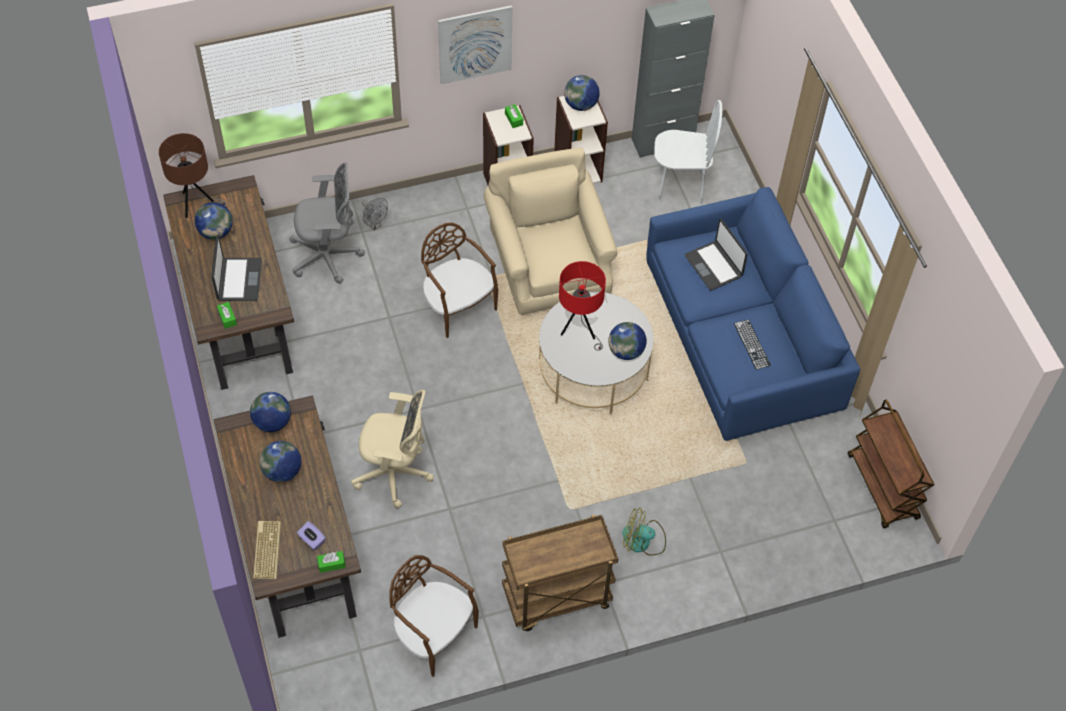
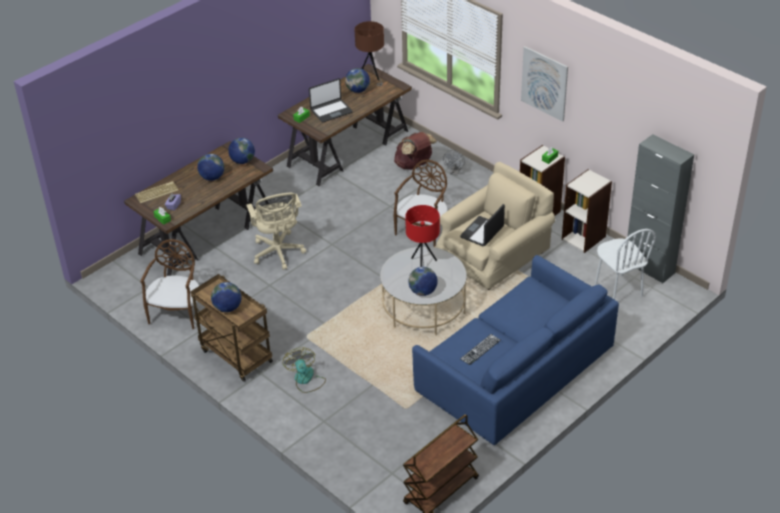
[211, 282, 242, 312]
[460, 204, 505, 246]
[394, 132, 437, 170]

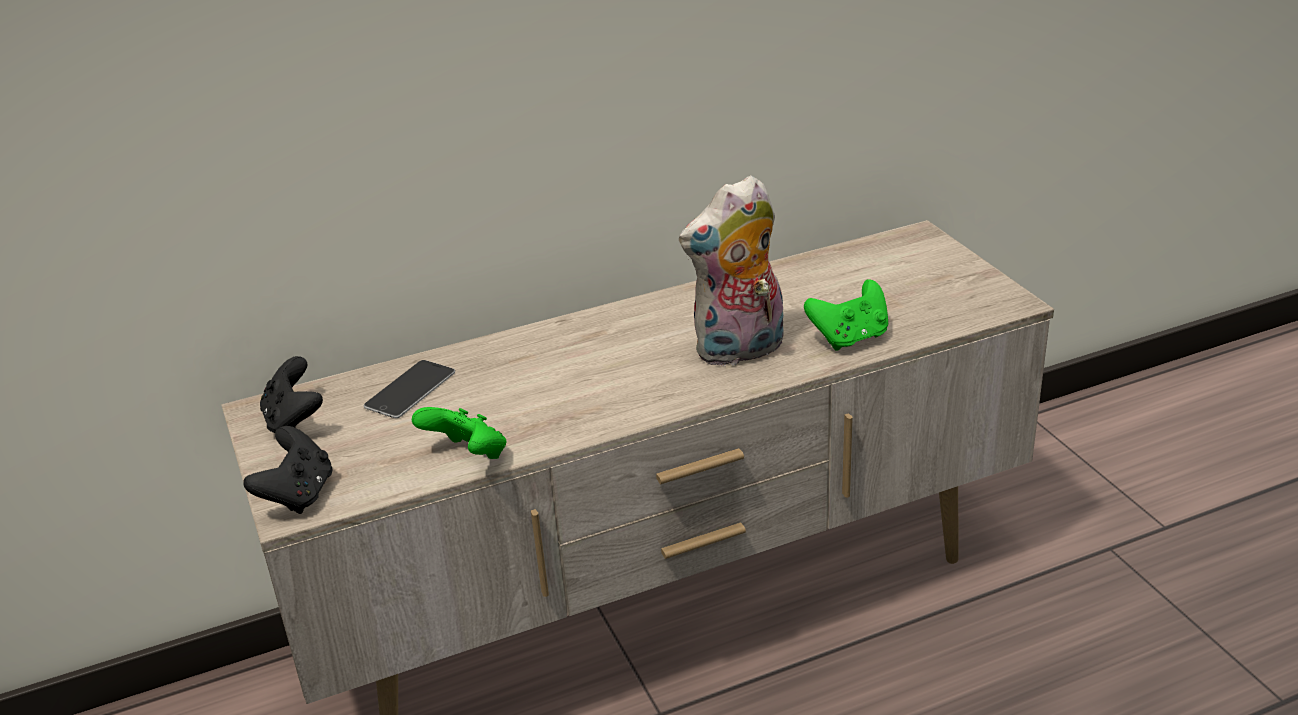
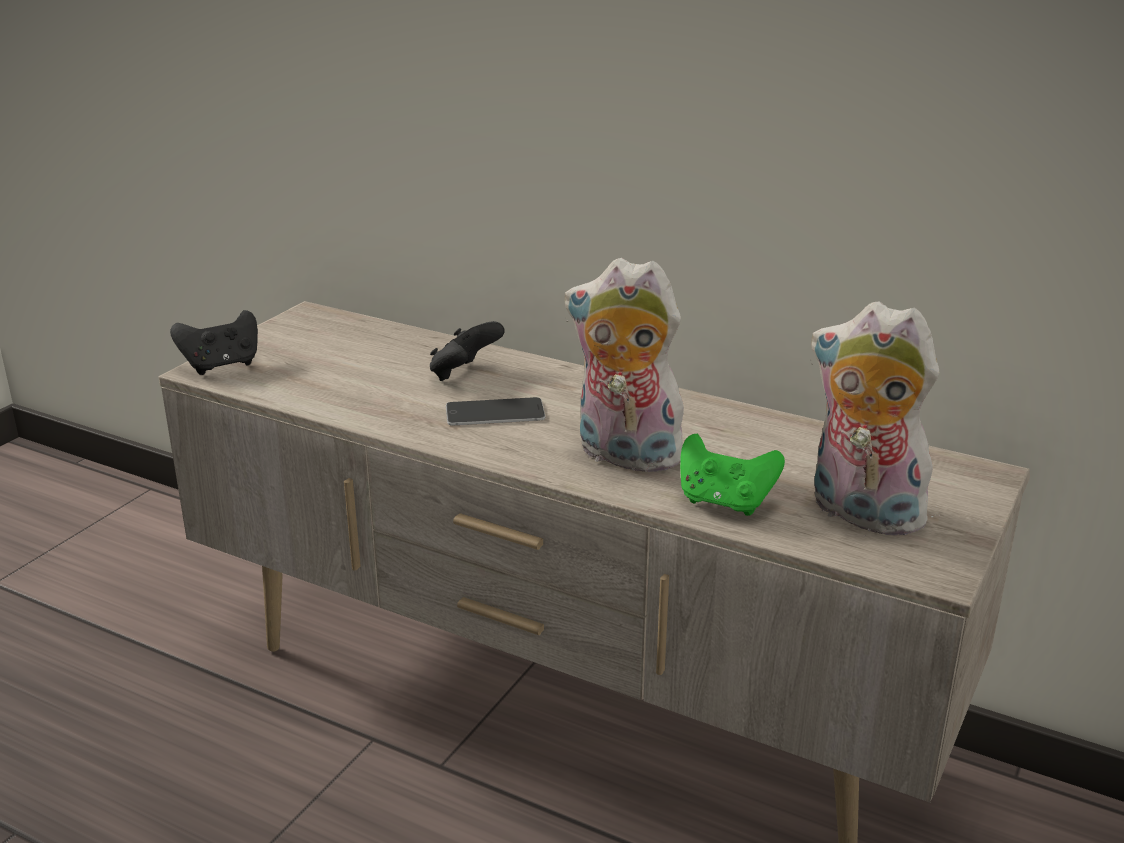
[412, 407, 506, 459] (first image)
[810, 302, 940, 536]
[430, 321, 505, 381]
[446, 397, 546, 425]

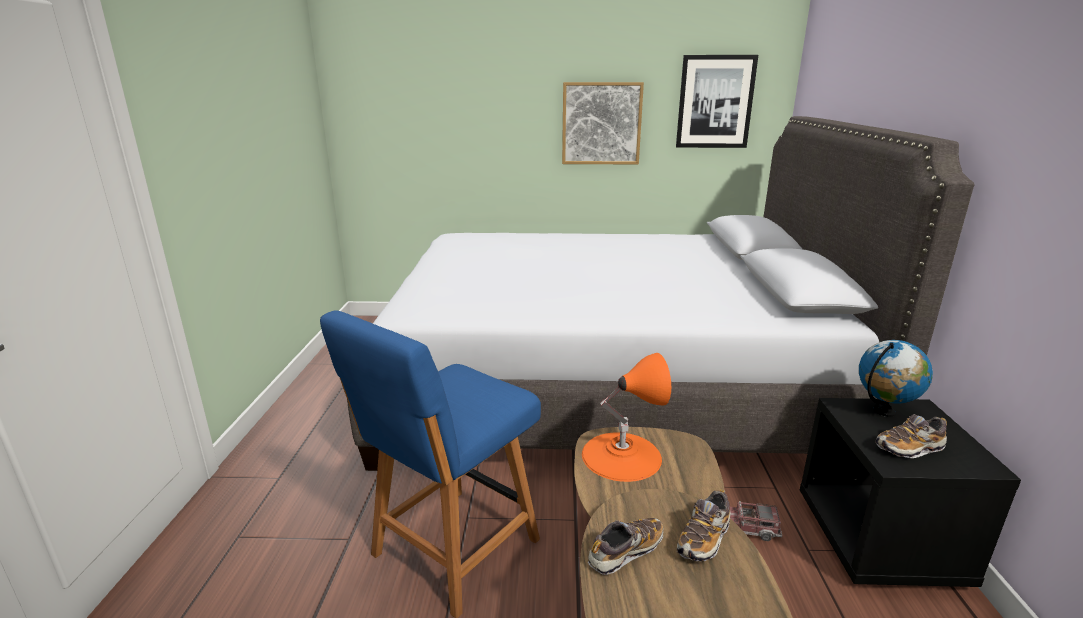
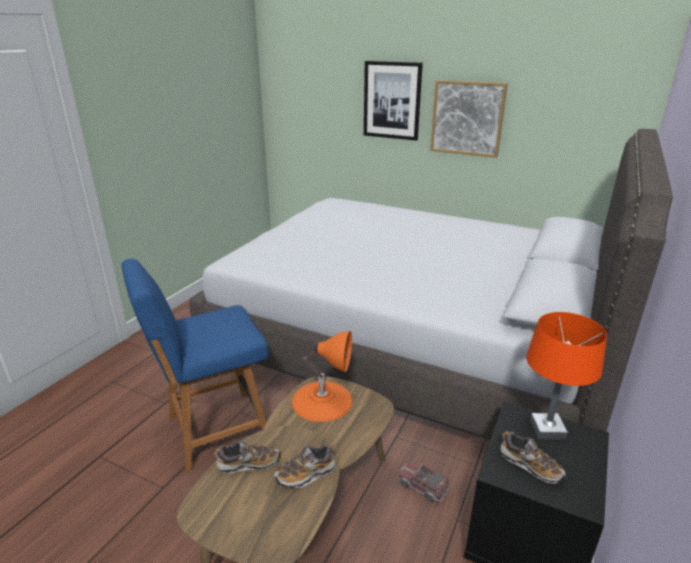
[364, 61, 423, 141]
[526, 312, 607, 440]
[500, 431, 566, 484]

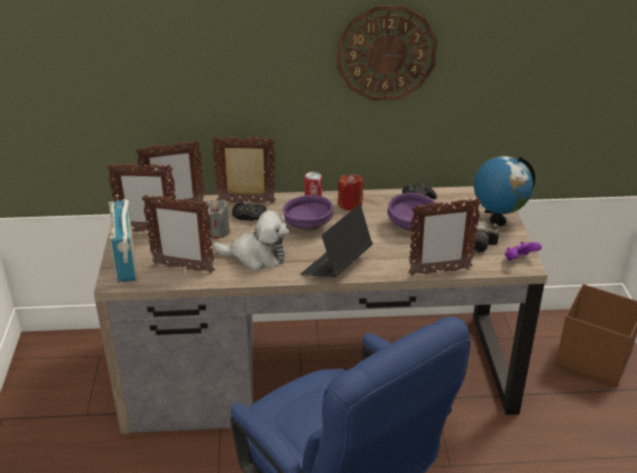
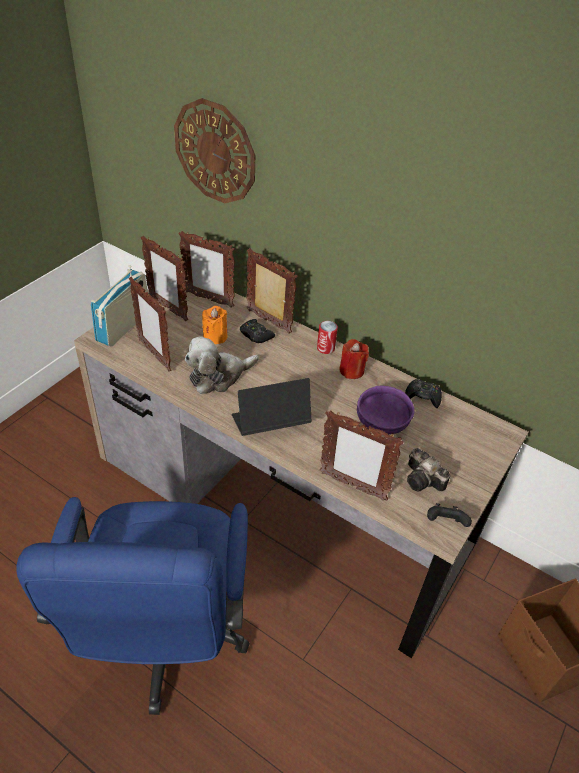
[283, 195, 334, 231] (first image)
[474, 156, 535, 226] (first image)
[174, 98, 255, 203]
[202, 306, 227, 344]
[427, 503, 472, 527]
[185, 336, 259, 394]

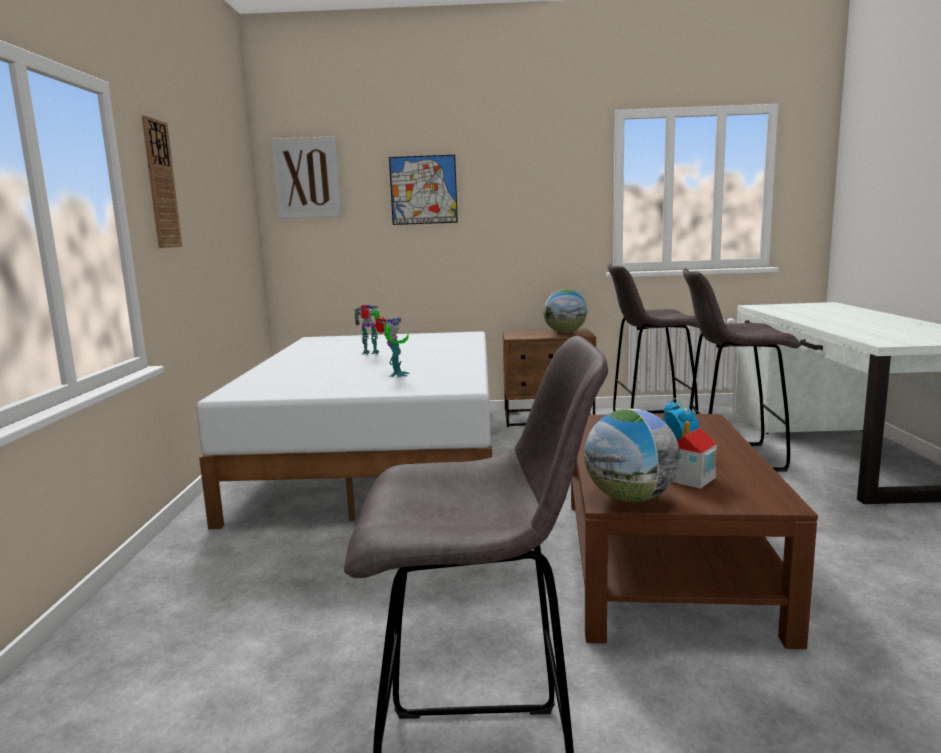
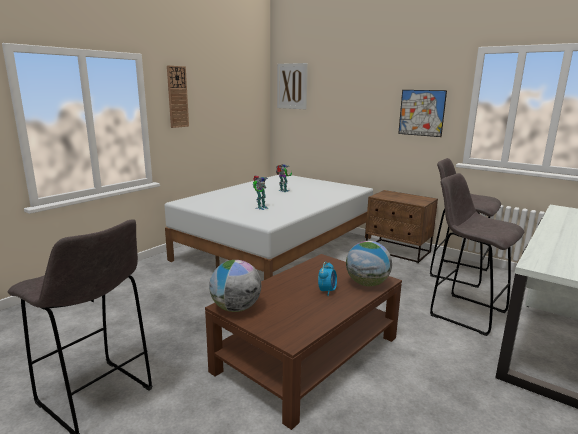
[673, 421, 717, 489] (first image)
[398, 90, 447, 137]
[346, 241, 392, 286]

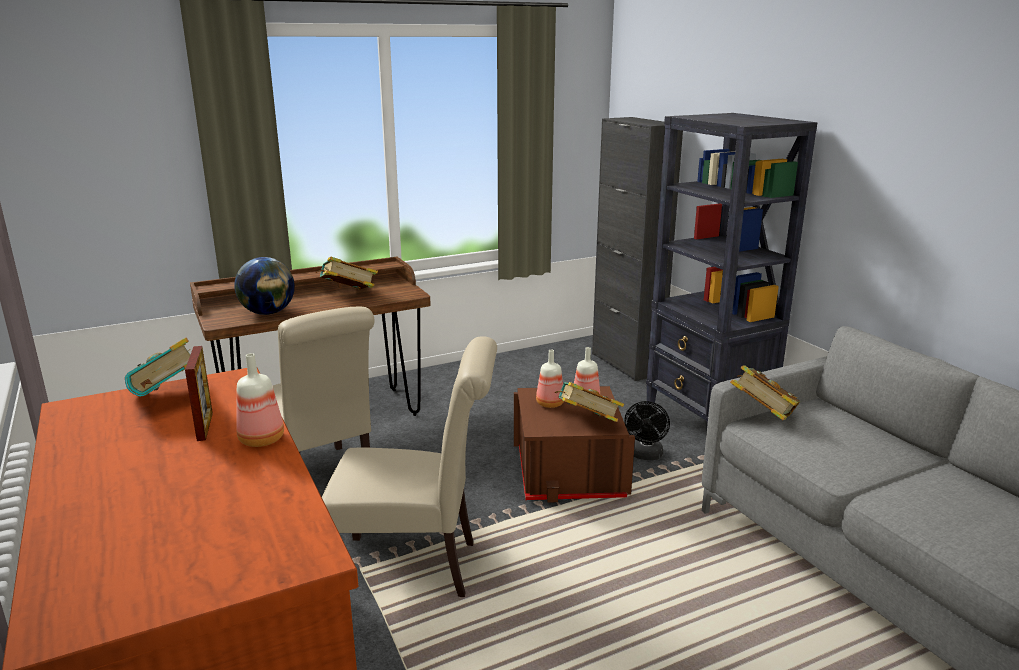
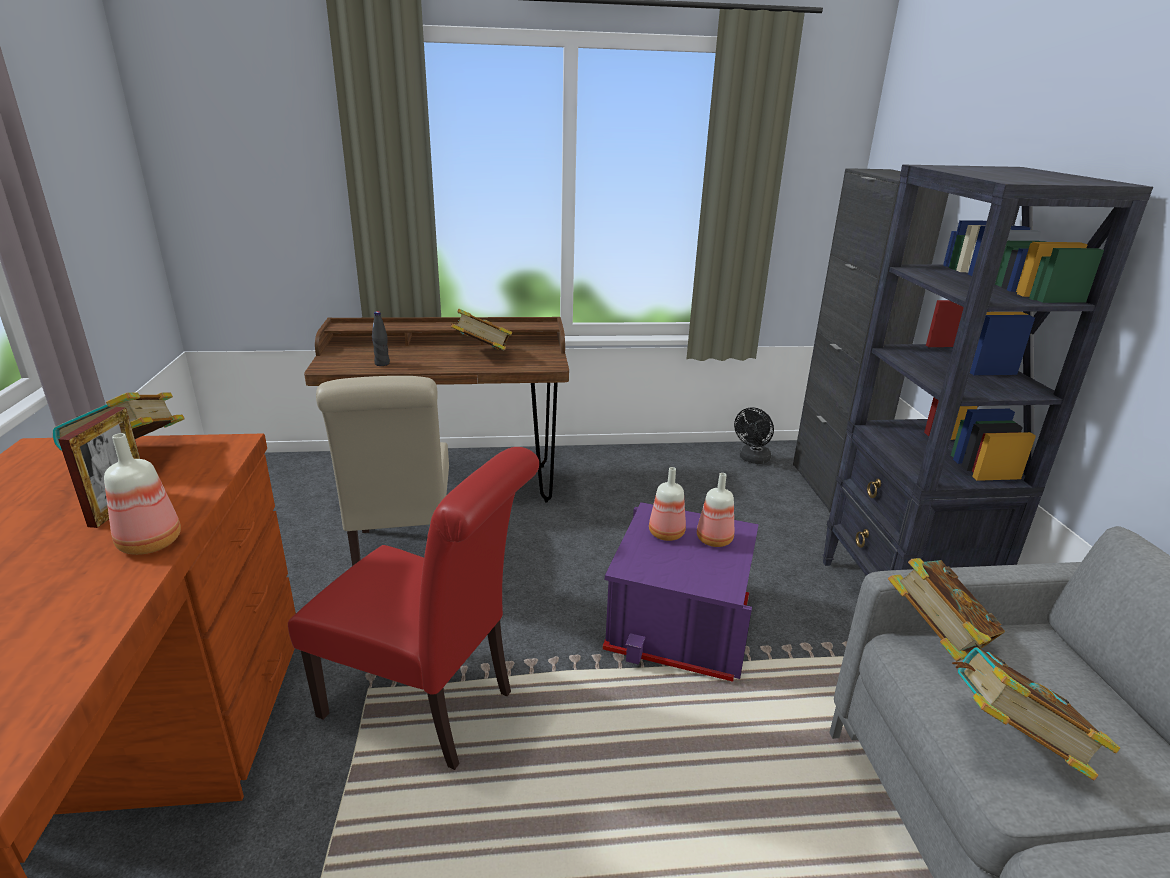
[952, 647, 1120, 780]
[734, 407, 774, 464]
[372, 311, 390, 366]
[288, 447, 539, 770]
[602, 502, 759, 682]

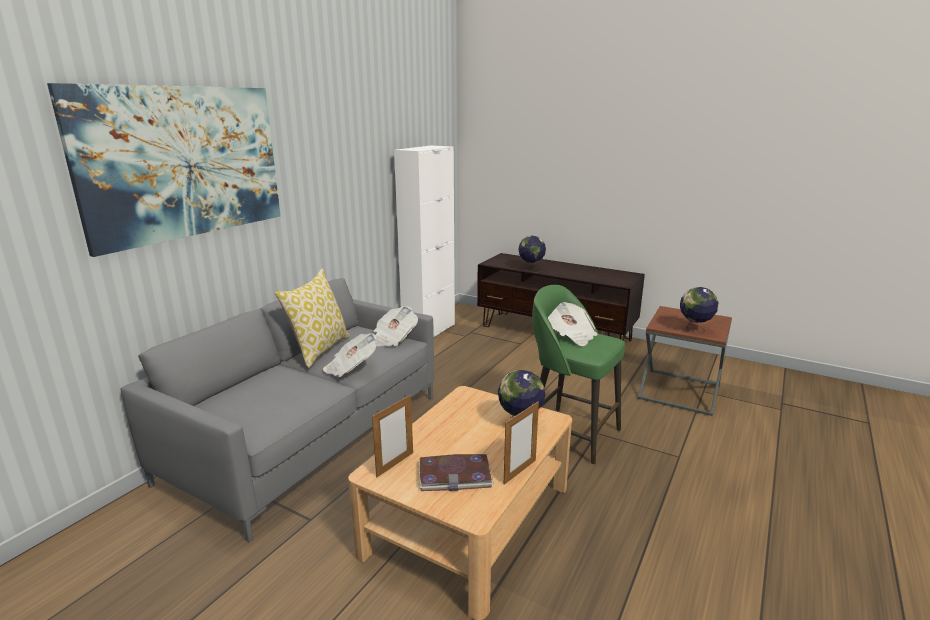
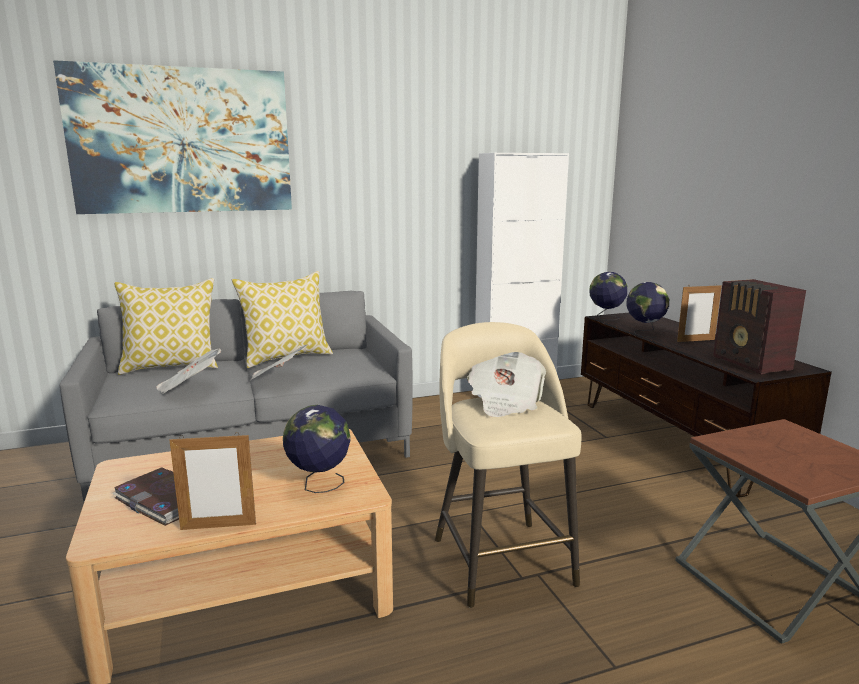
[114, 278, 218, 375]
[713, 279, 806, 374]
[677, 285, 722, 342]
[156, 349, 221, 394]
[590, 272, 627, 320]
[435, 322, 582, 608]

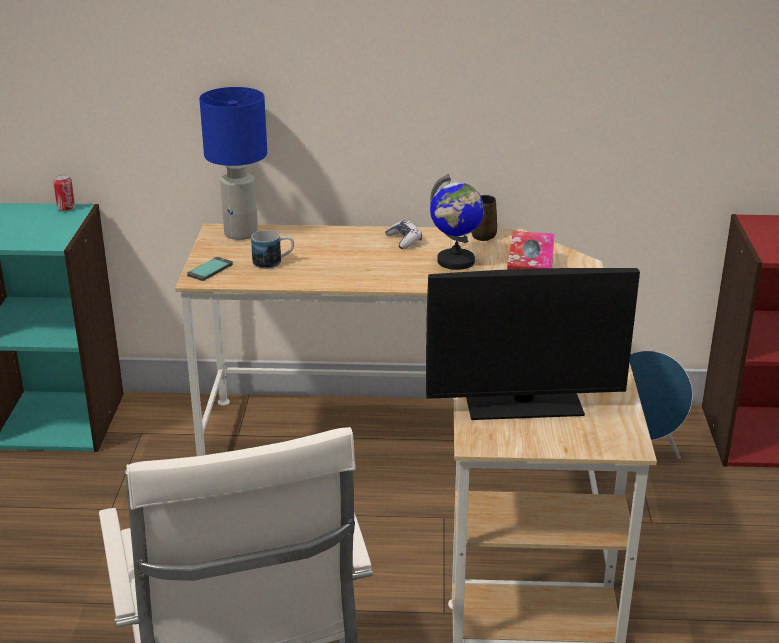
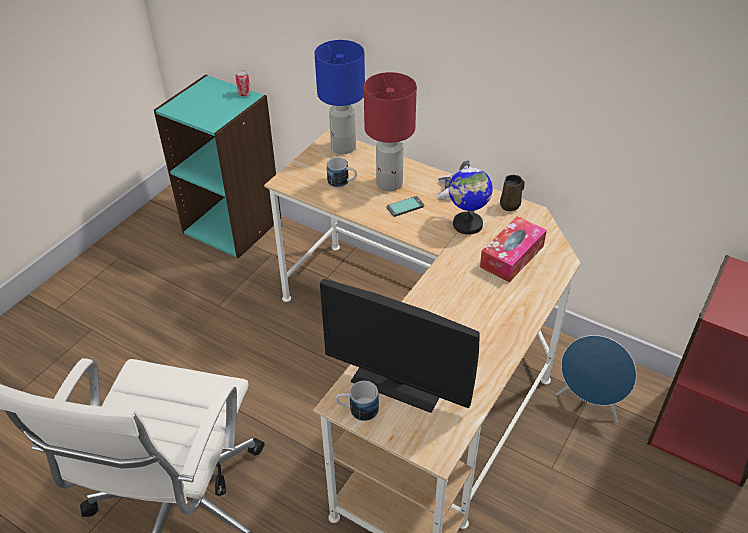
[336, 381, 379, 421]
[364, 72, 417, 191]
[387, 196, 424, 217]

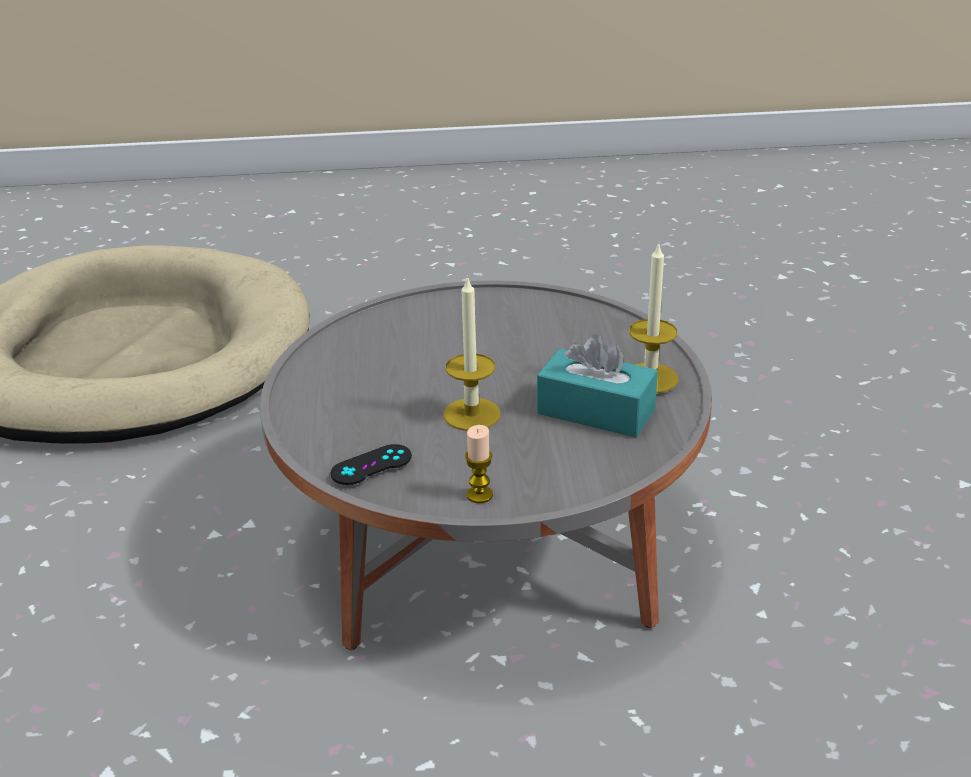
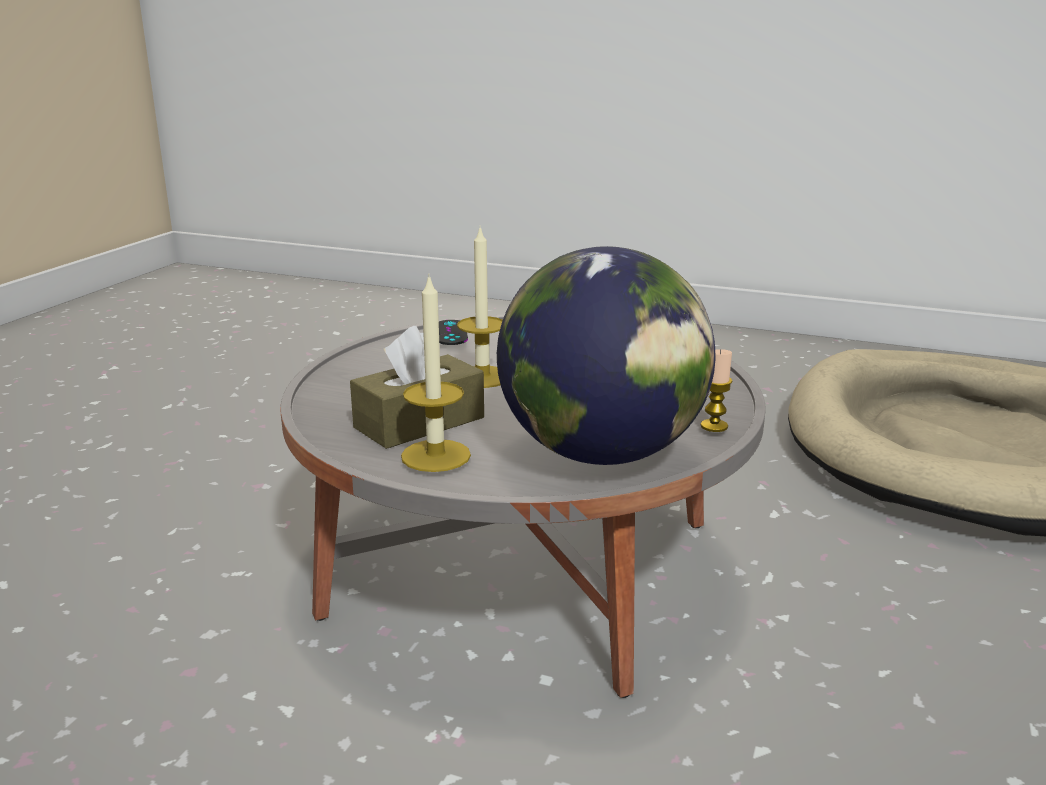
[497, 246, 716, 465]
[701, 349, 732, 432]
[350, 326, 484, 449]

